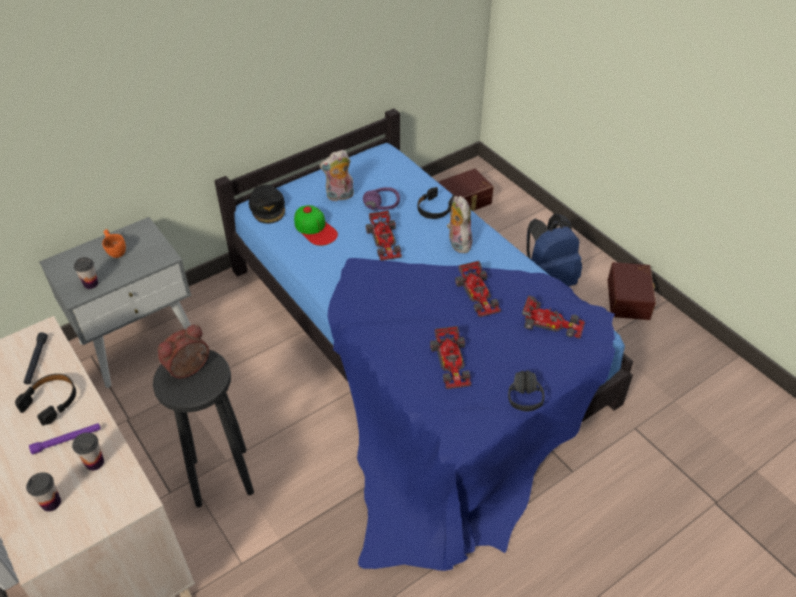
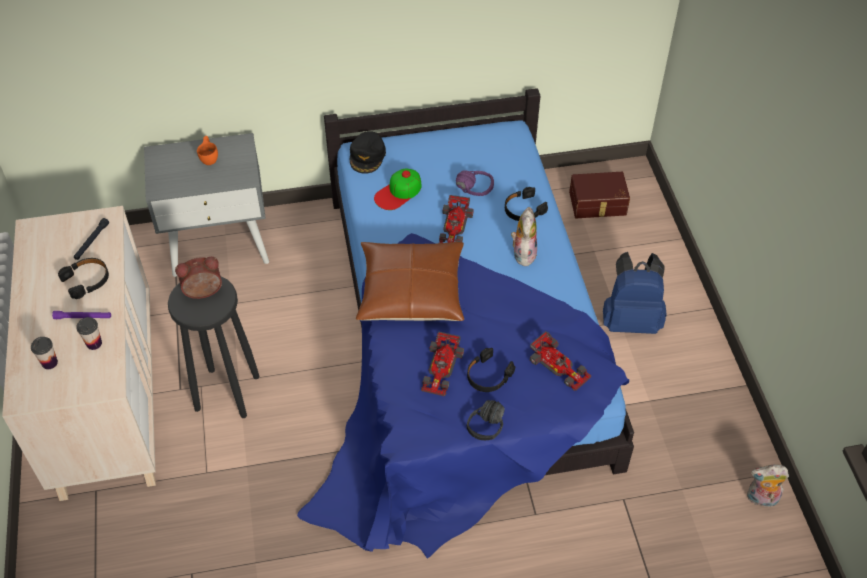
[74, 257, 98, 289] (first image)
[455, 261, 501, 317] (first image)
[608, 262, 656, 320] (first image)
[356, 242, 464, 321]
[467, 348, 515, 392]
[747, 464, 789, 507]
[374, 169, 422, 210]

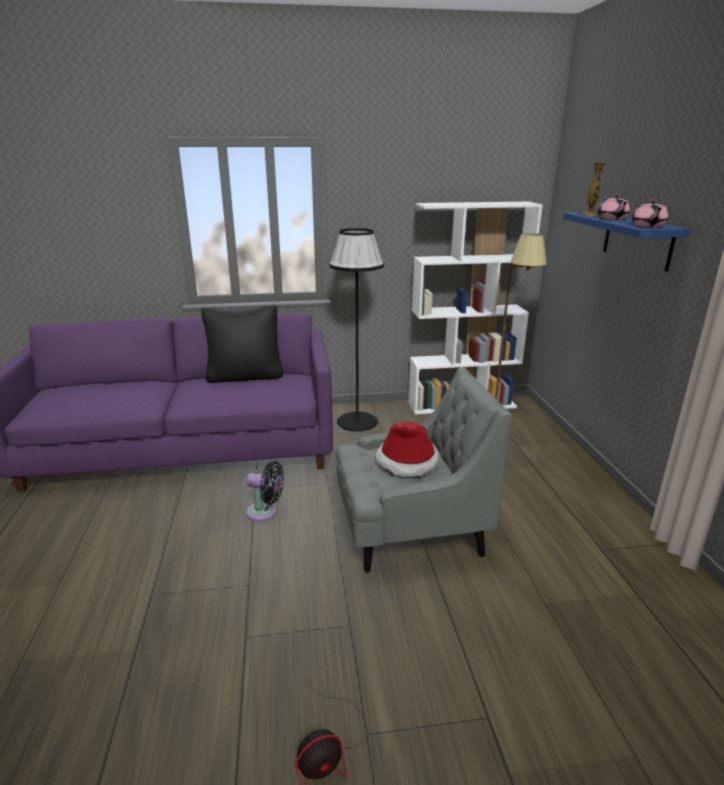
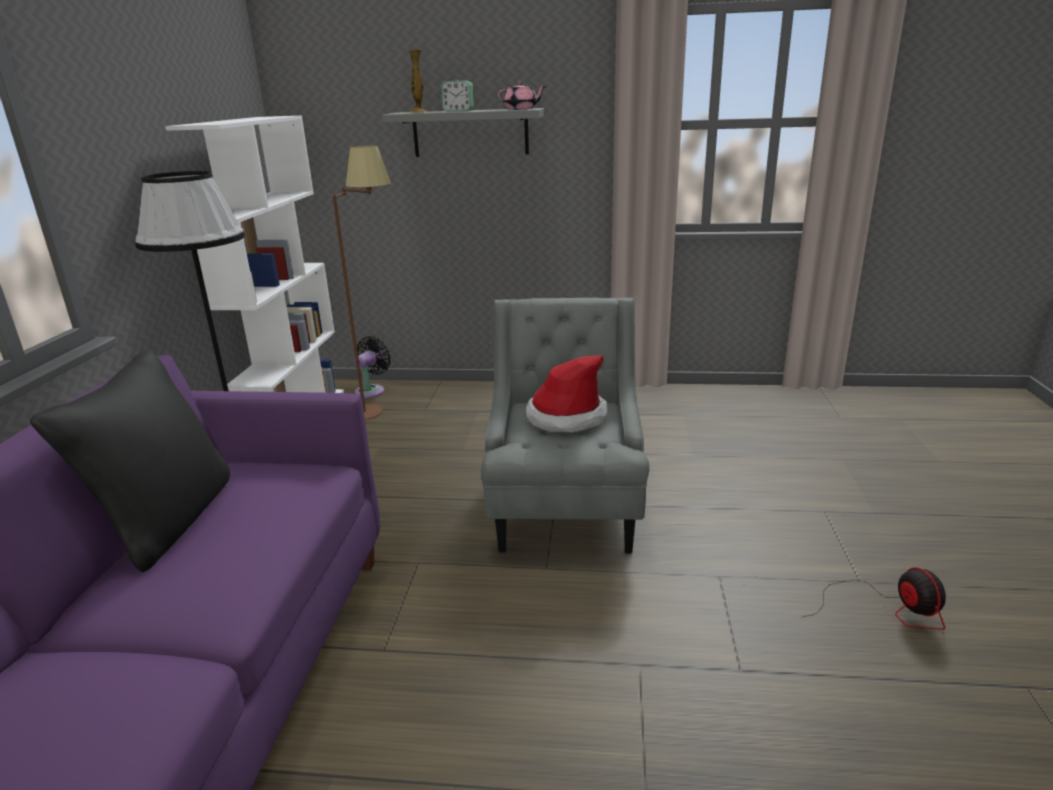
[354, 336, 391, 398]
[440, 81, 474, 112]
[382, 108, 544, 157]

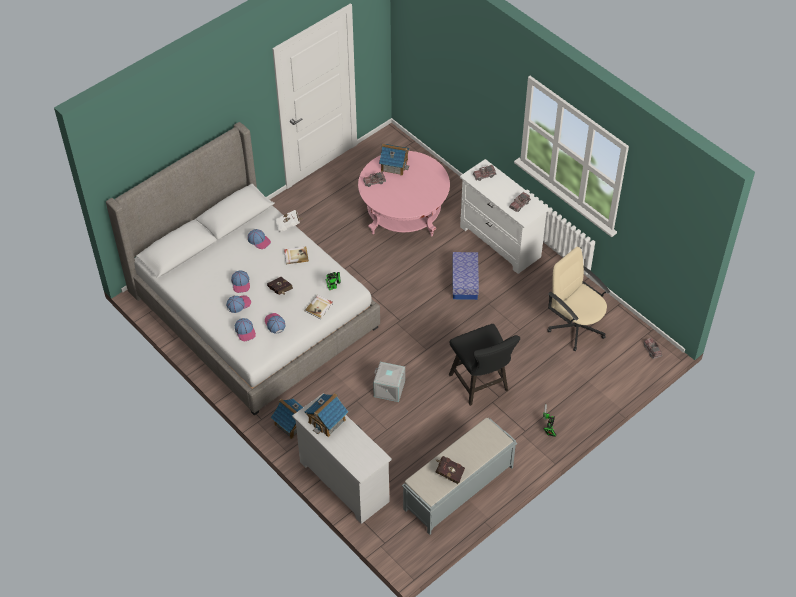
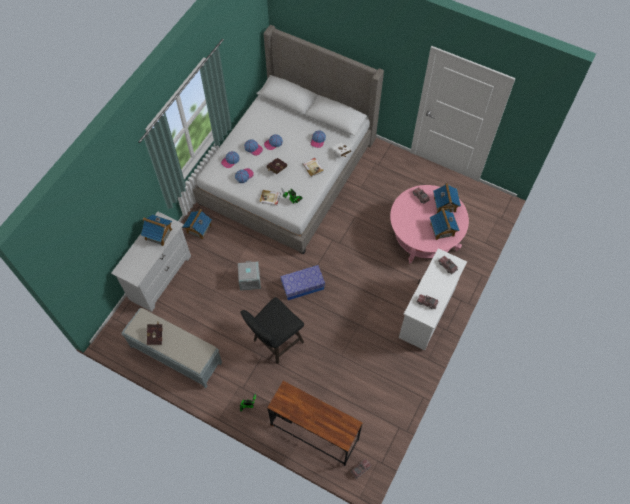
[548, 247, 610, 351] (first image)
[267, 381, 363, 466]
[430, 208, 459, 240]
[280, 265, 325, 300]

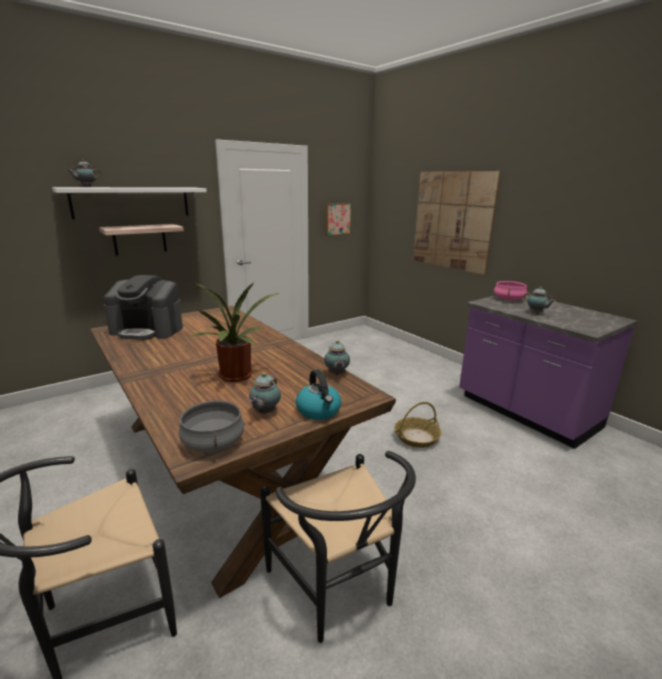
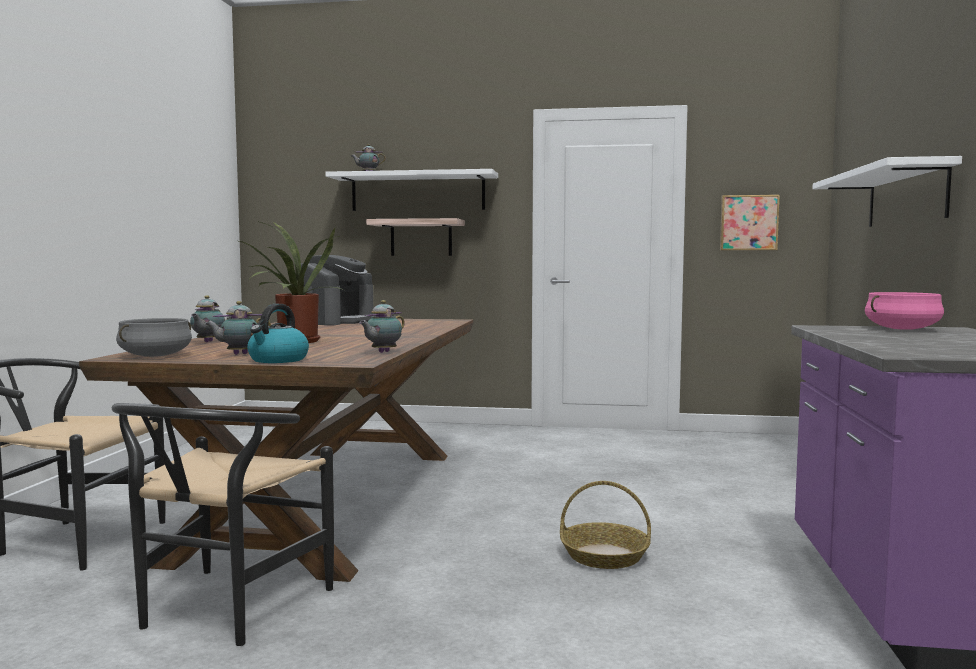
[190, 295, 225, 342]
[813, 156, 962, 227]
[301, 255, 374, 325]

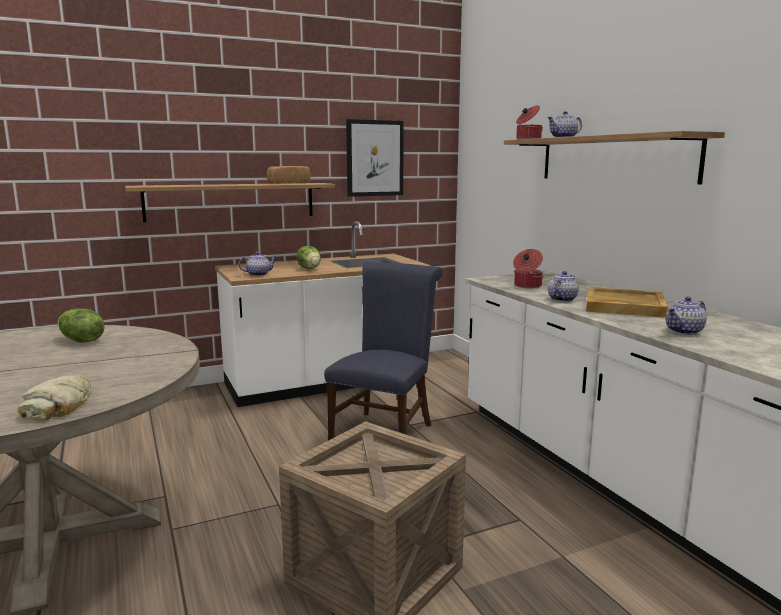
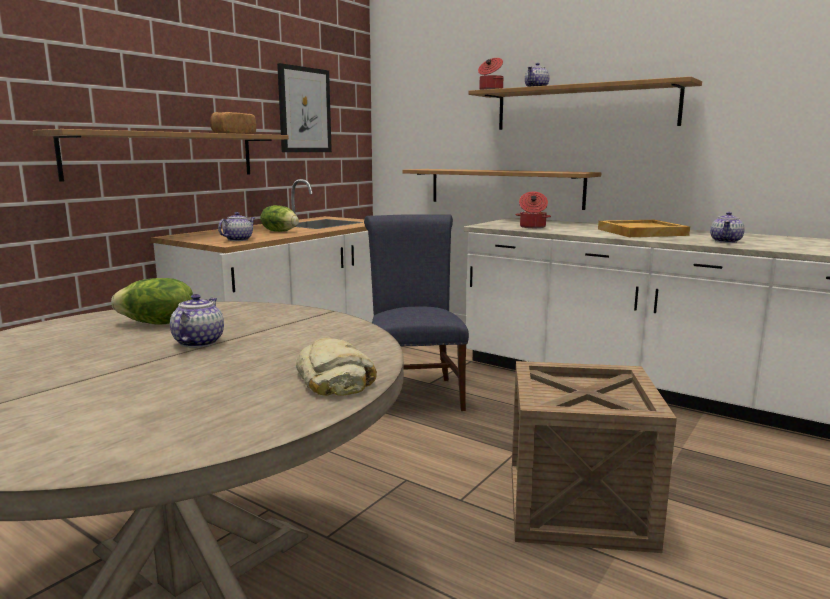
[402, 169, 601, 210]
[170, 294, 224, 348]

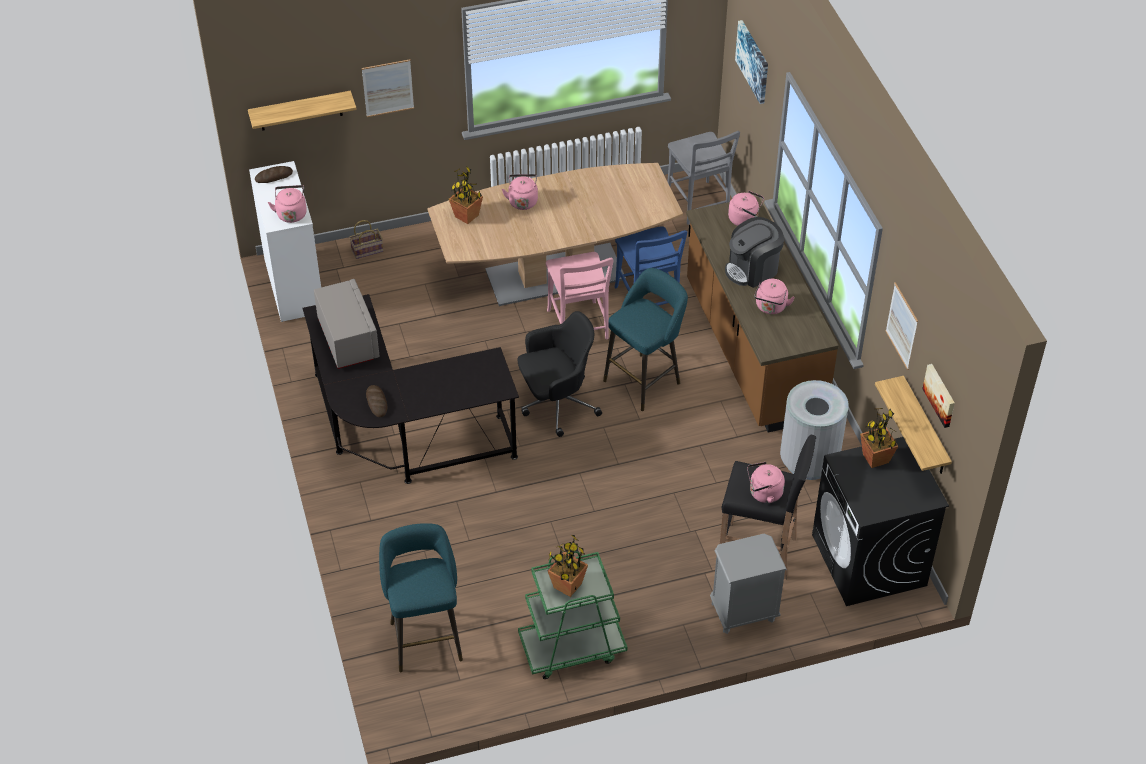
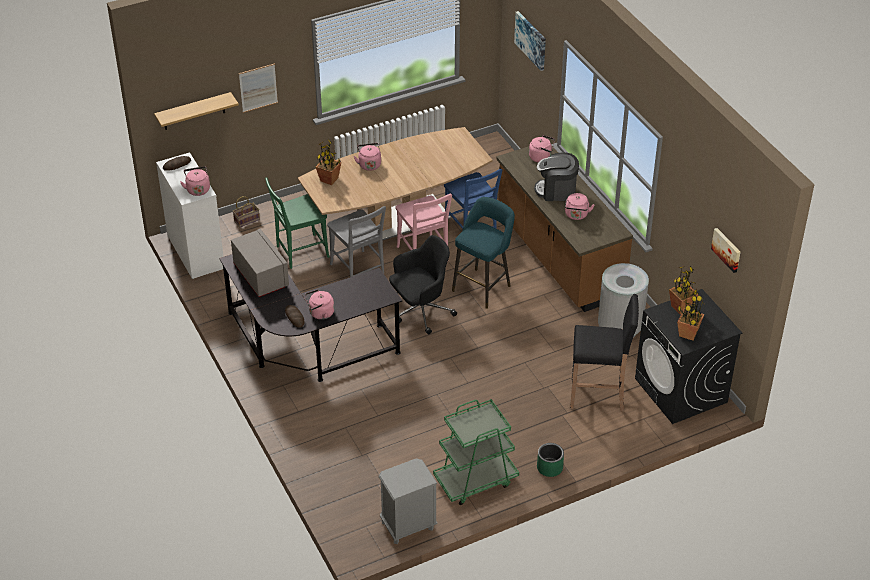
[379, 523, 463, 672] (first image)
[875, 376, 952, 474] (first image)
[886, 282, 918, 370] (first image)
[265, 177, 330, 269]
[537, 443, 564, 477]
[677, 291, 704, 340]
[327, 206, 386, 277]
[379, 458, 438, 544]
[305, 289, 334, 320]
[534, 152, 579, 201]

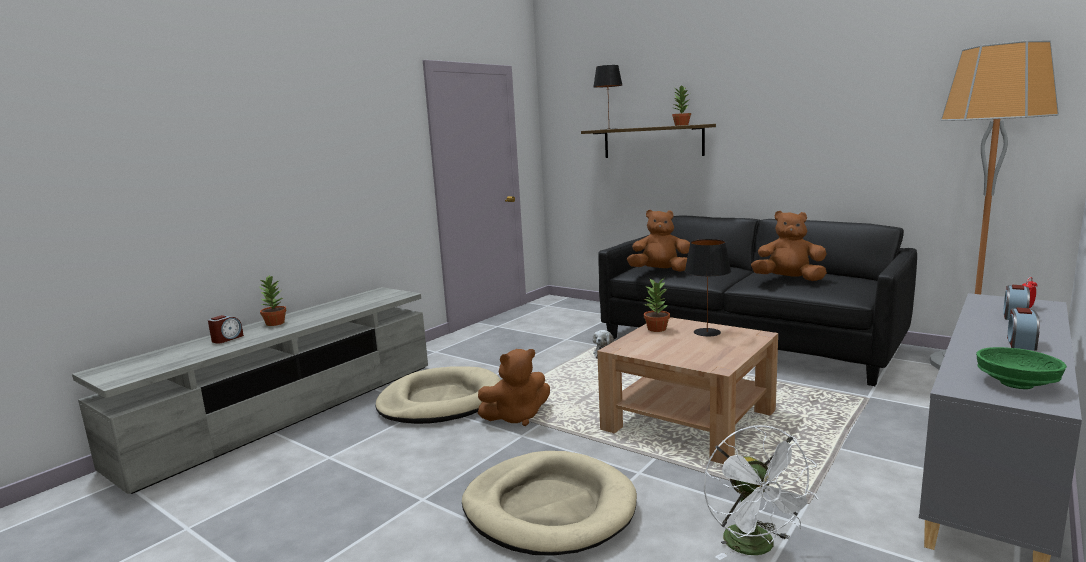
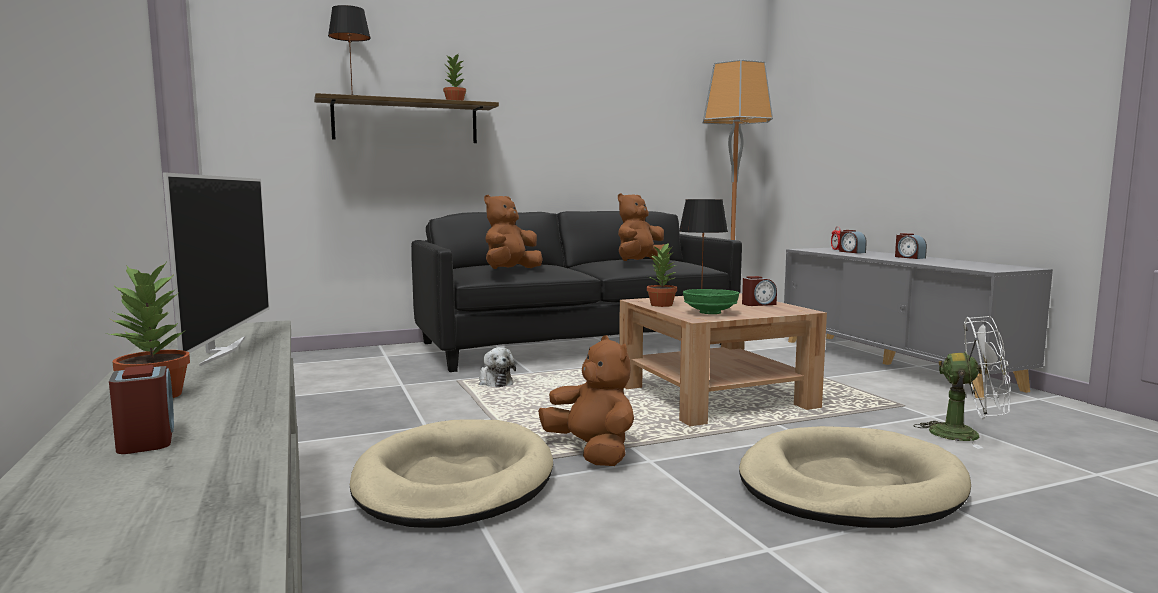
[163, 173, 270, 366]
[742, 276, 777, 306]
[683, 289, 739, 314]
[538, 335, 634, 466]

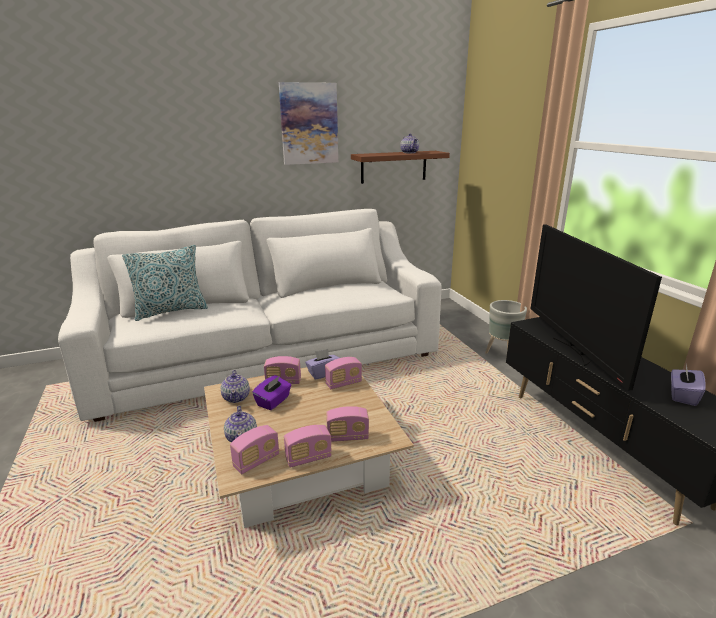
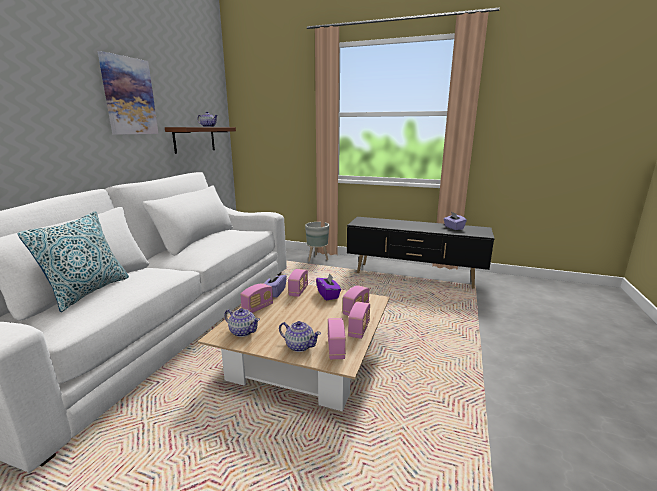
[530, 224, 662, 391] (first image)
[316, 273, 341, 300]

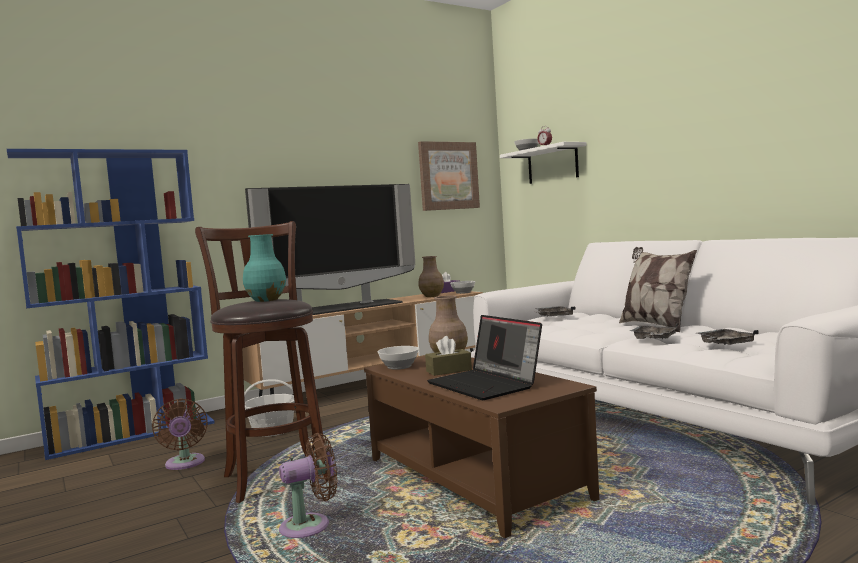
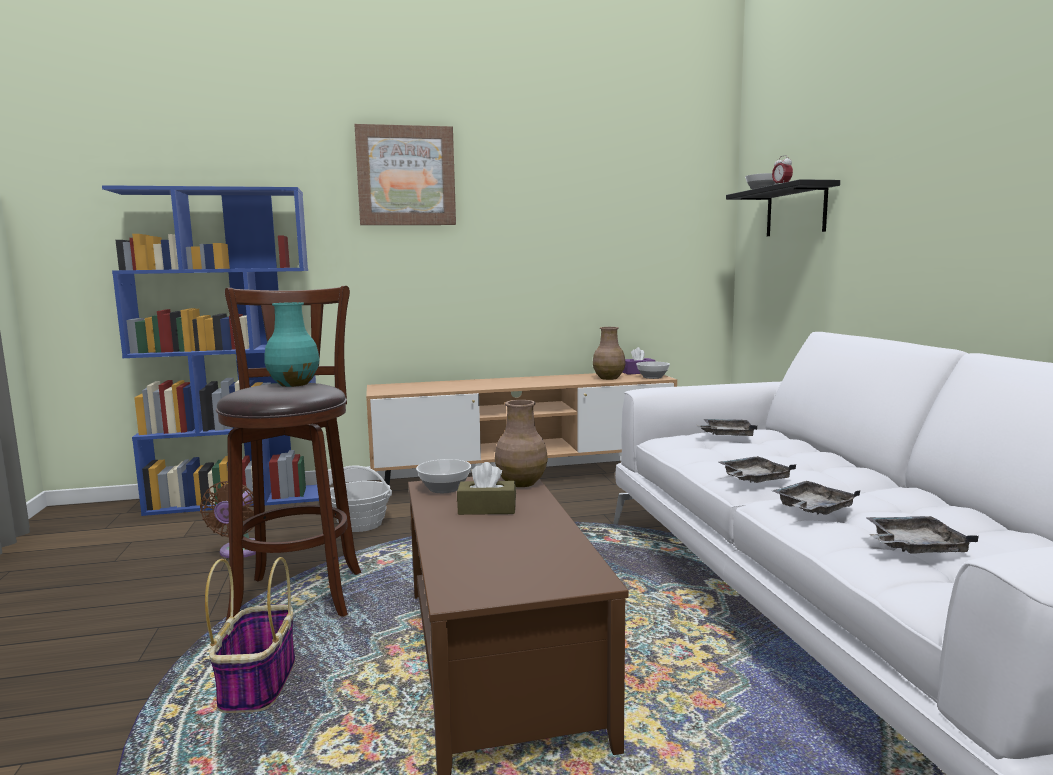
[245, 184, 415, 315] (first image)
[427, 315, 542, 400] (first image)
[619, 247, 697, 332] (first image)
[719, 456, 796, 483]
[354, 124, 456, 225]
[205, 557, 295, 713]
[726, 179, 840, 236]

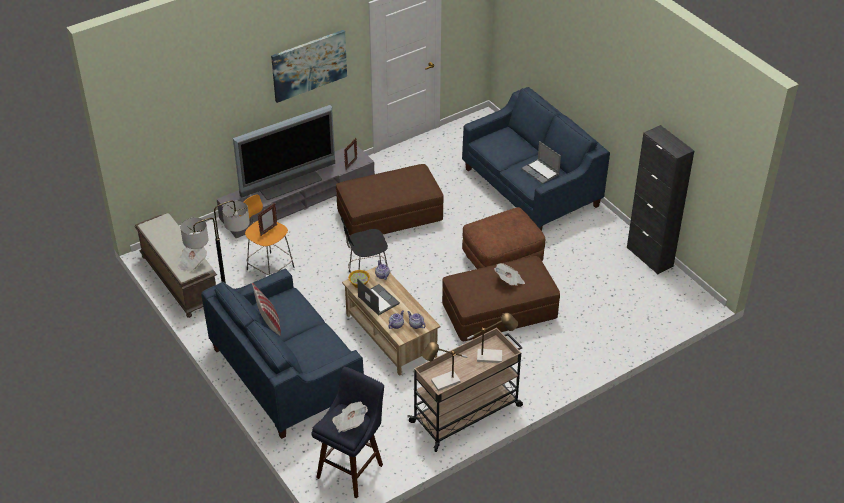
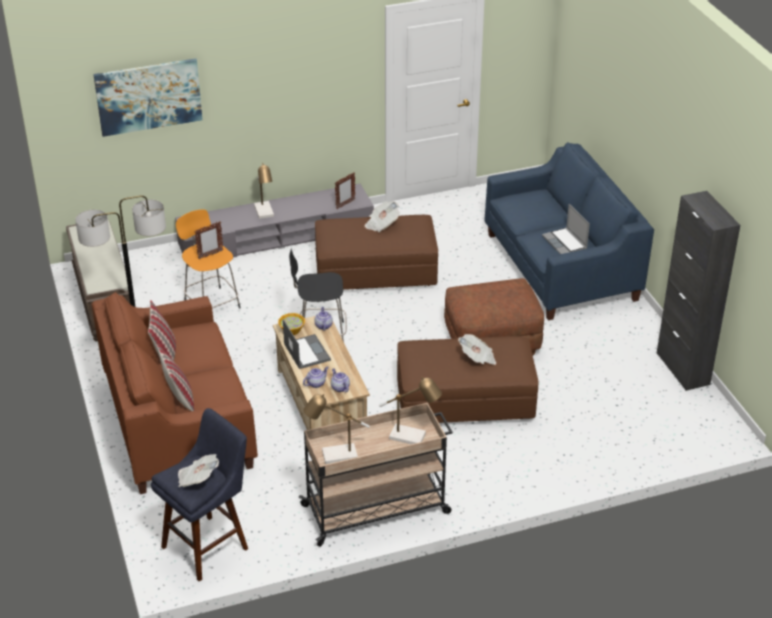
[157, 345, 194, 411]
[364, 201, 400, 232]
[93, 58, 202, 137]
[254, 163, 274, 219]
[92, 292, 258, 494]

